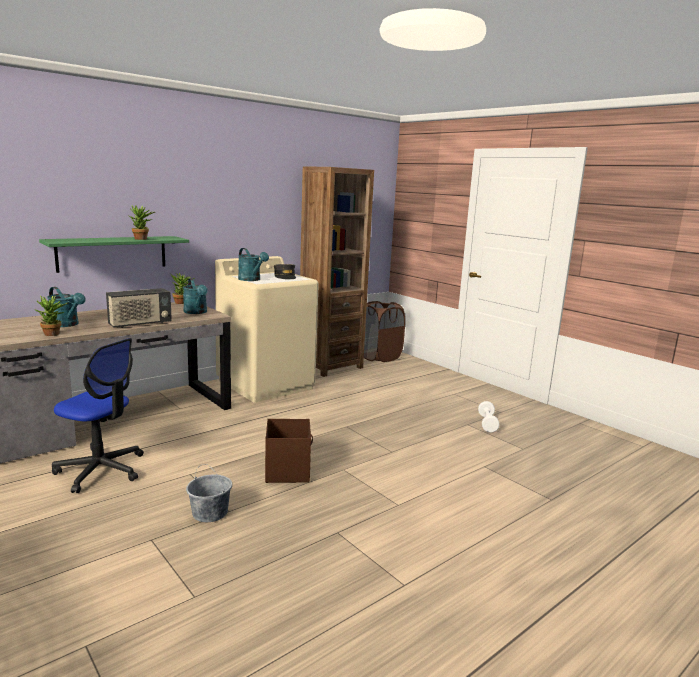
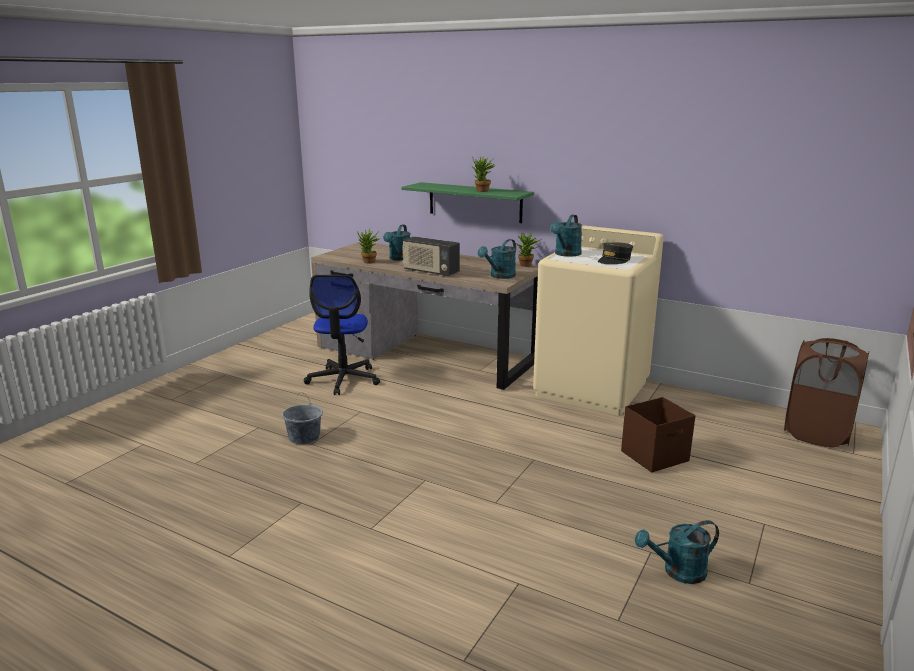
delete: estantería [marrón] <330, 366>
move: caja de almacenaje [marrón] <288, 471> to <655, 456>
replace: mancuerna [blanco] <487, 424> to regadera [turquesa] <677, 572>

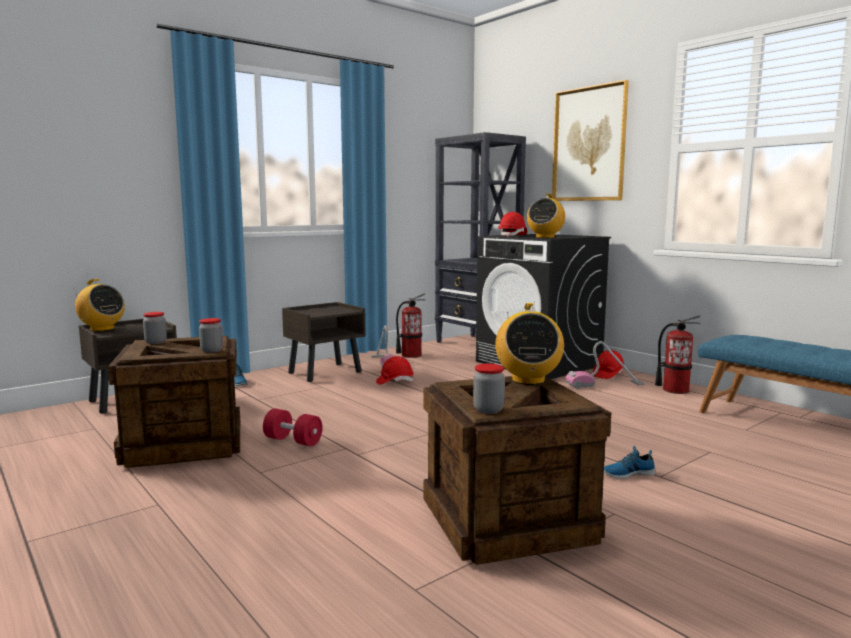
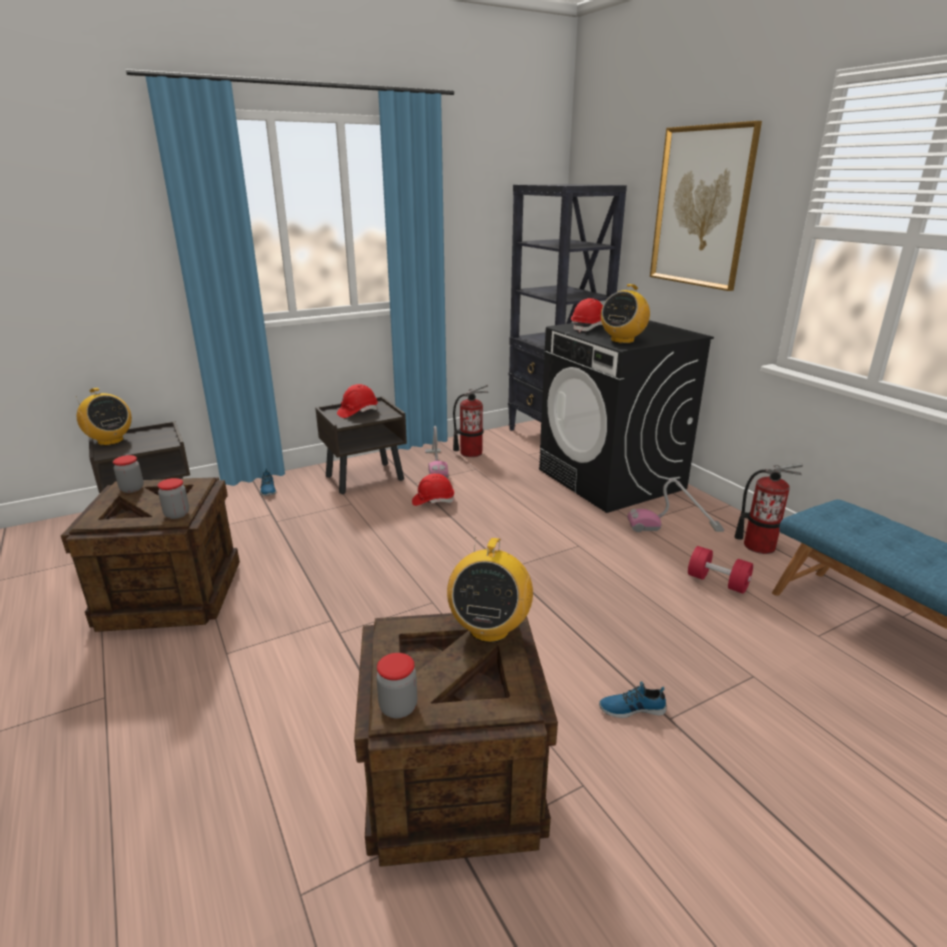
move: mancuerna [rojo] <293, 441> to <717, 582>; casco [rojo] <608, 374> to <358, 412>

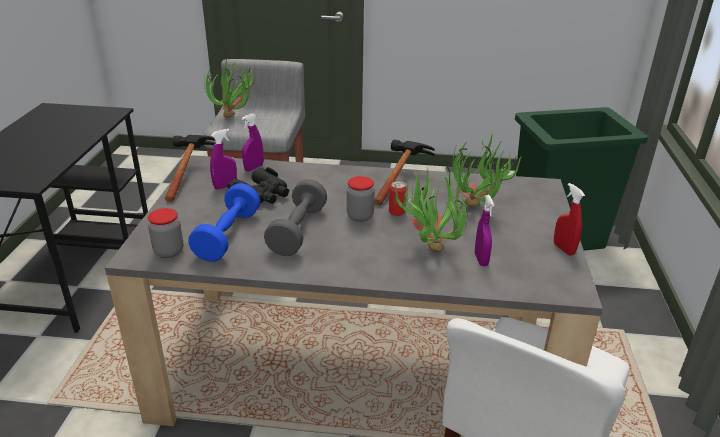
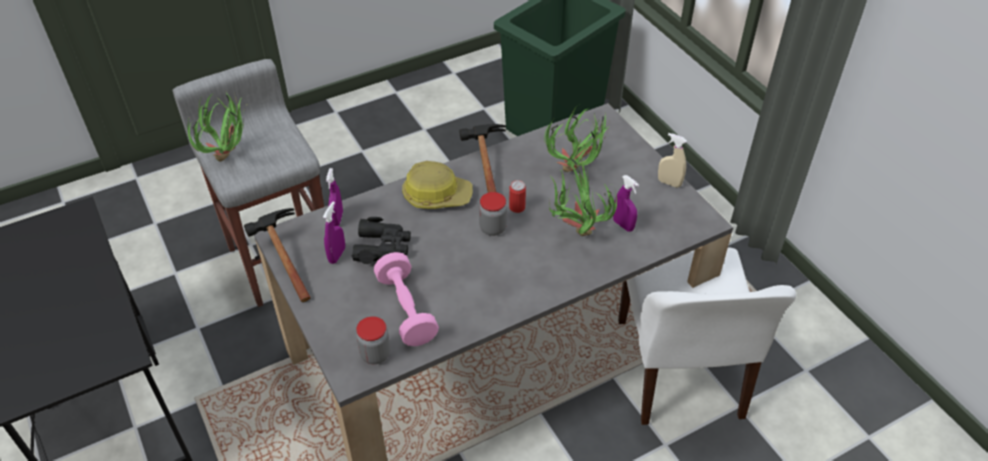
delete: mancuerna [gris] <297, 231>
insert: casco <436, 195>
recolor: mancuerna [azul] <228, 236> to mancuerna [rosa] <406, 309>; pulverizador [rojo] <563, 249> to pulverizador [beis] <669, 183>

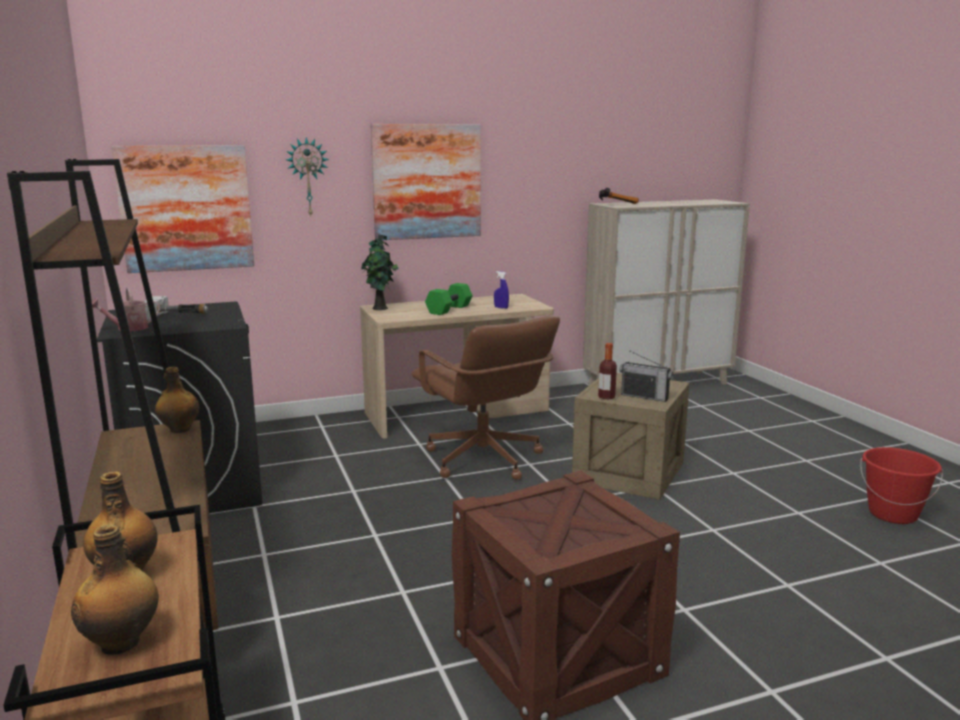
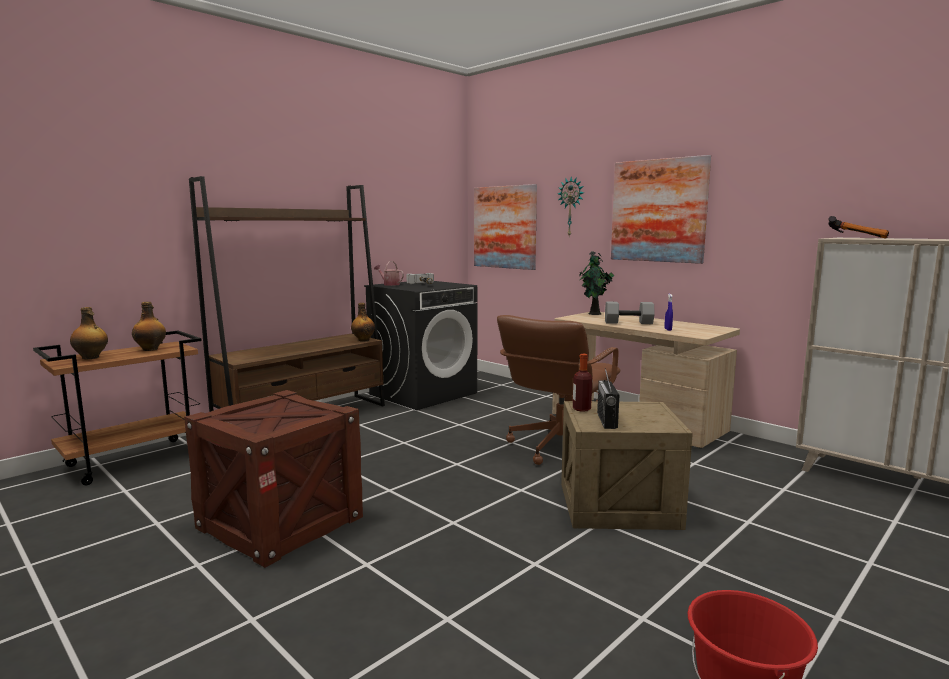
recolor: mancuerna [verde] <448, 309> to mancuerna [gris] <629, 322>

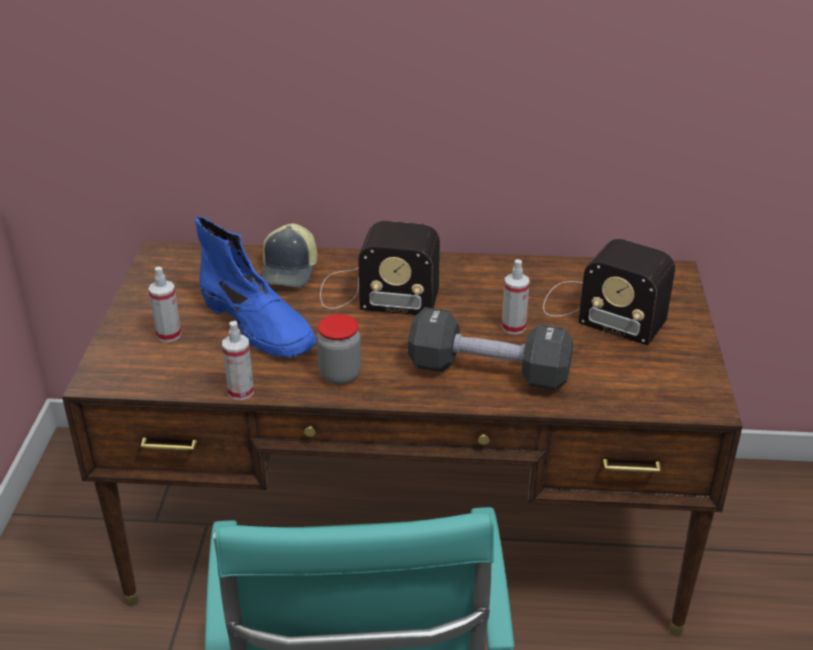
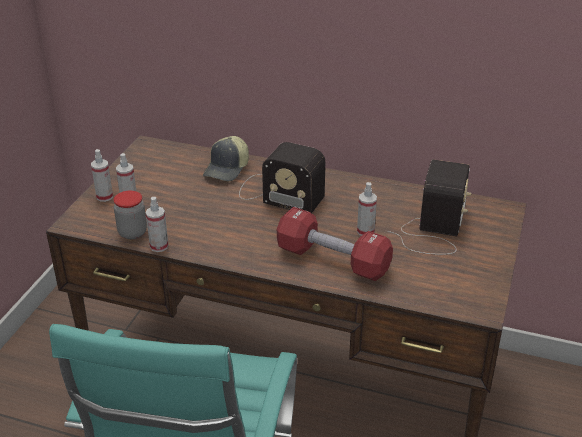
delete: bota [azul] <259, 325>
insert: pulverizador <104, 197>
move: tarro <340, 375> to <132, 233>
recolor: mancuerna [negro] <488, 372> to mancuerna [rojo] <333, 260>
rotate: radio <599, 310> = <434, 229> 120 degrees counterclockwise

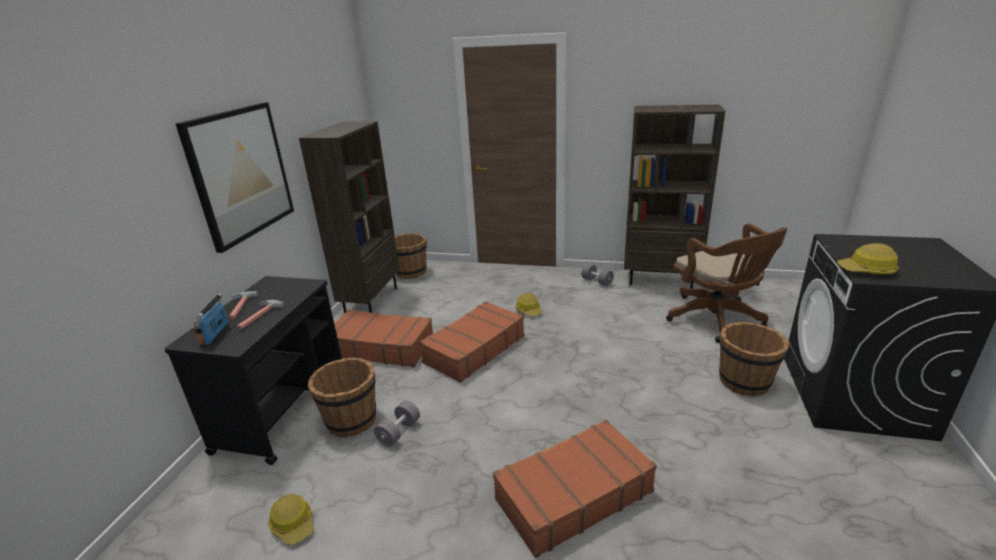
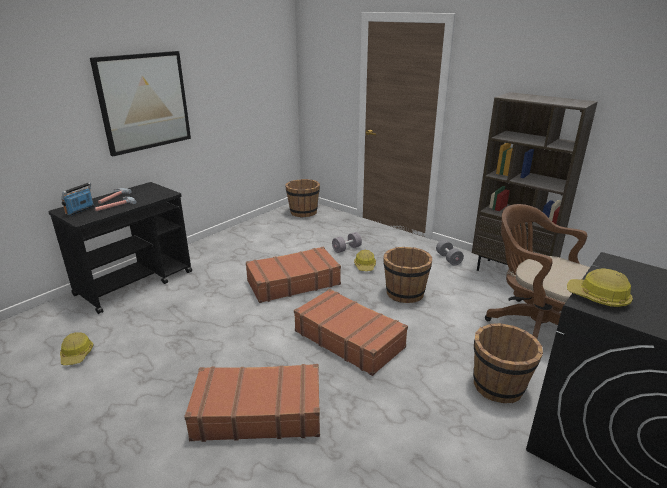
delete: estantería [marrón] <371, 301>
move: cubo [marrón] <351, 420> to <404, 293>; maleta [marrón] <381, 347> to <349, 339>; mancuerna [gris] <399, 432> to <346, 249>
rotate: silla de oficina [marrón] <717, 320> = <532, 325> 135 degrees clockwise

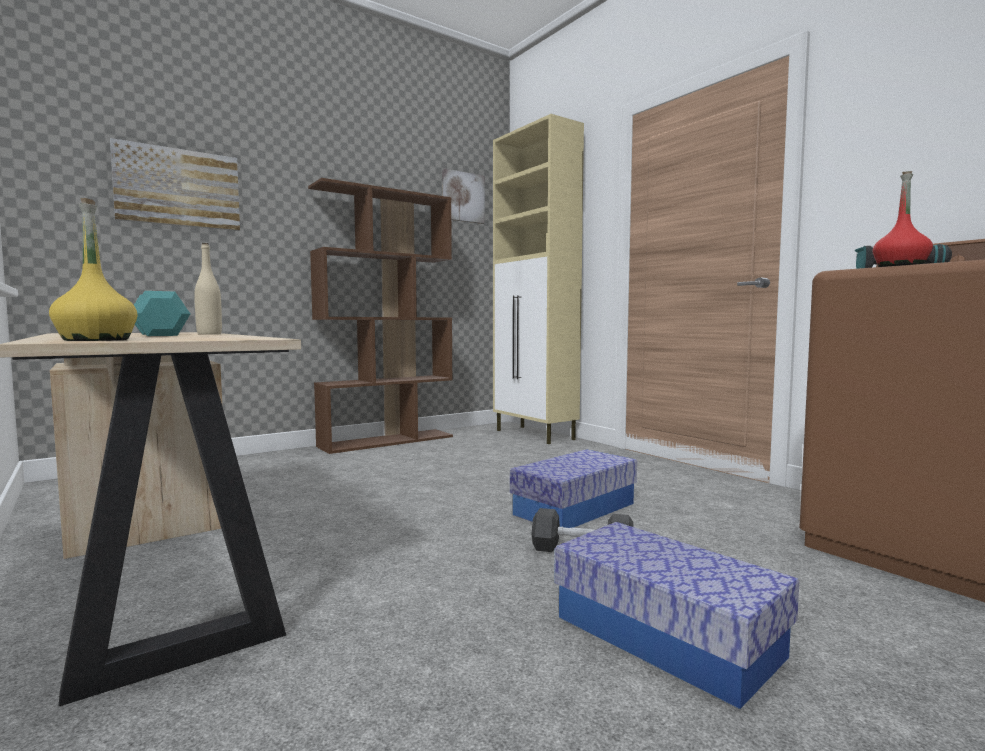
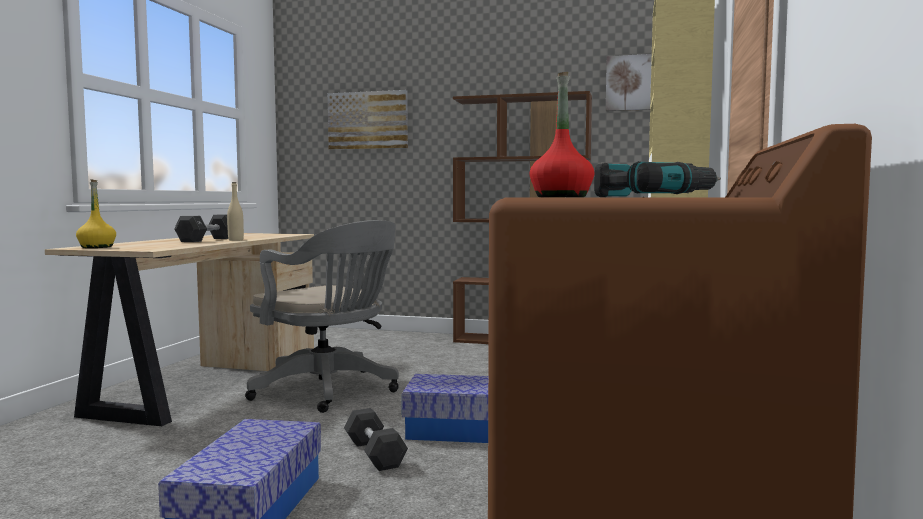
insert: silla de oficina [gris] <329, 391>
recolor: mancuerna [turquesa] <158, 335> to mancuerna [negro] <207, 240>

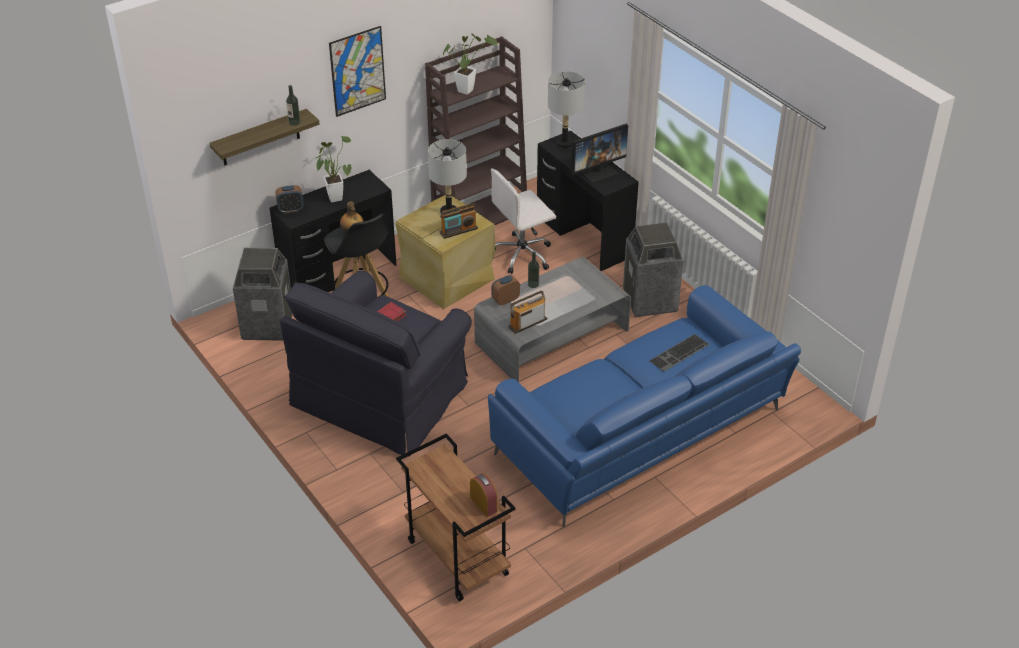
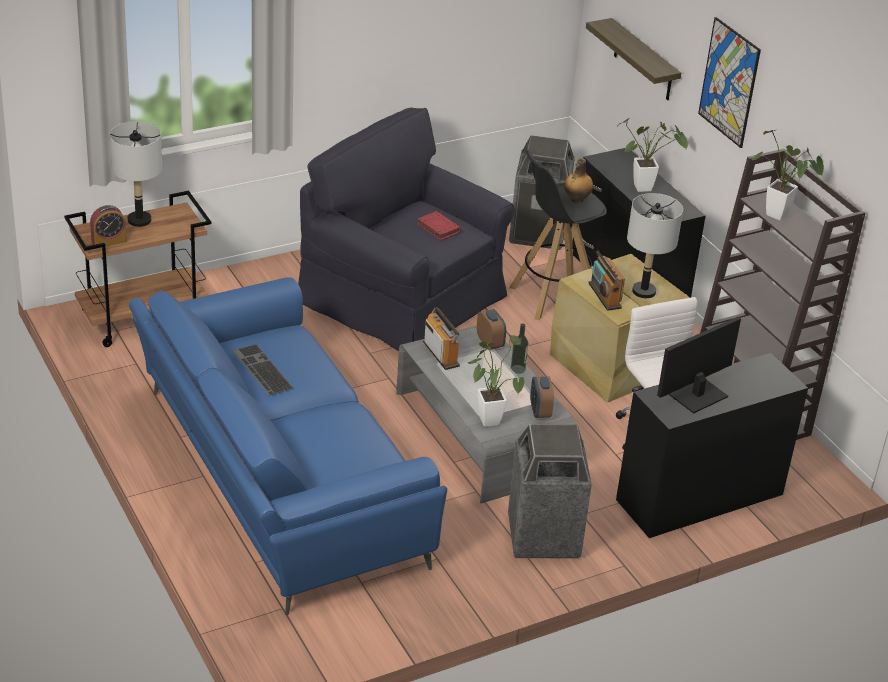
delete: botella <294, 122>
insert: planta en maceta <488, 417>
move: despertador <290, 209> to <540, 411>; lámpara de mesa [gris] <564, 143> to <139, 220>; teclado <679, 353> to <260, 369>
rotate: monitor <597, 171> = <696, 395> 75 degrees clockwise

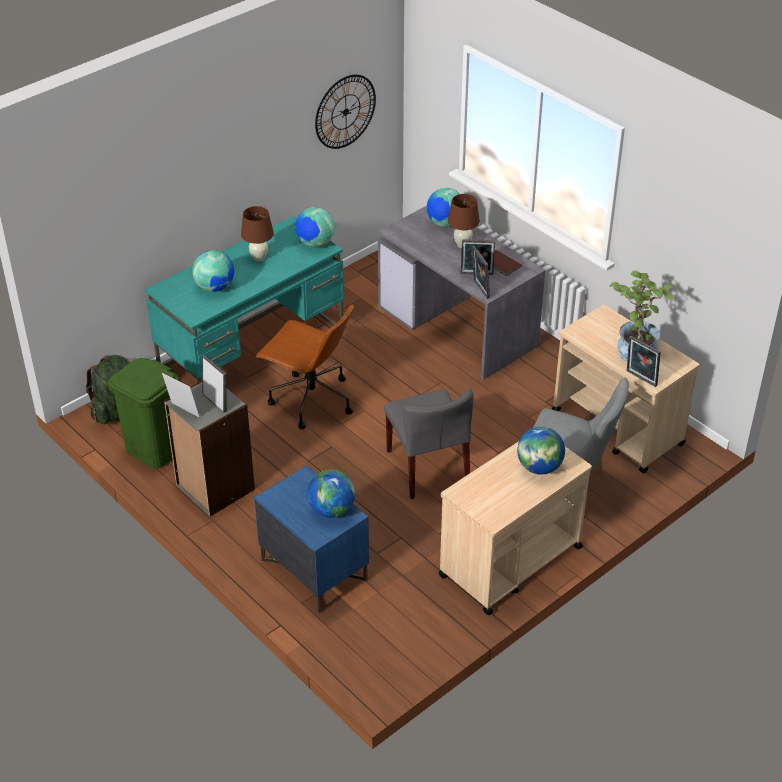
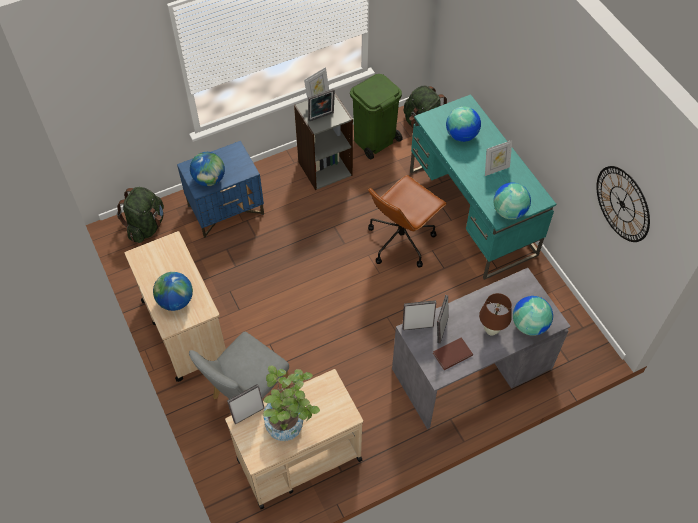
delete: silla [gris] <428, 467>
insert: mochila [verde] <146, 226>
replace: lámpara de mesa [marrón] <259, 258> to portarretratos <495, 169>

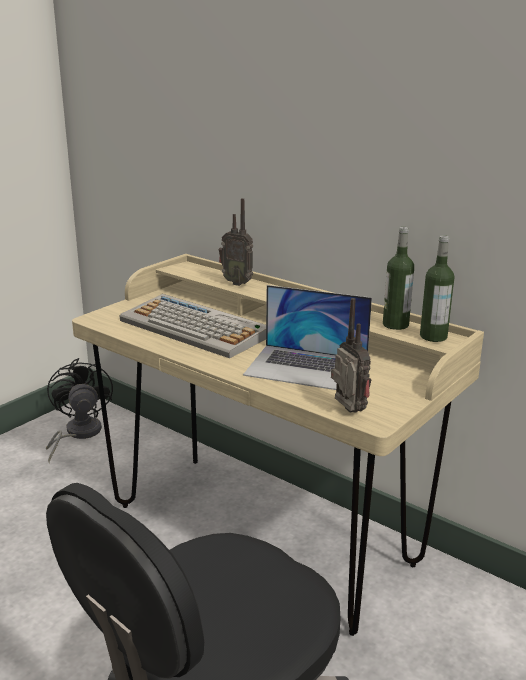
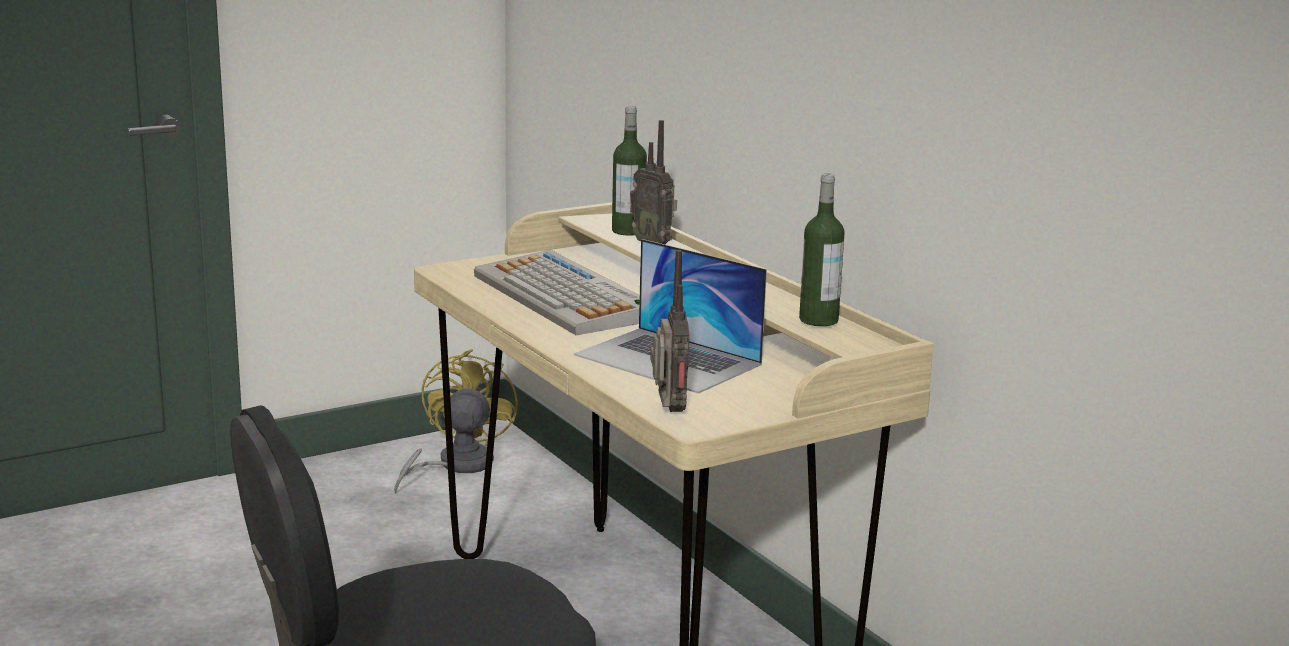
move: botella <433, 336> to <628, 231>
recolor: ventilador [negro] <78, 434> to ventilador [amarillo] <455, 466>

